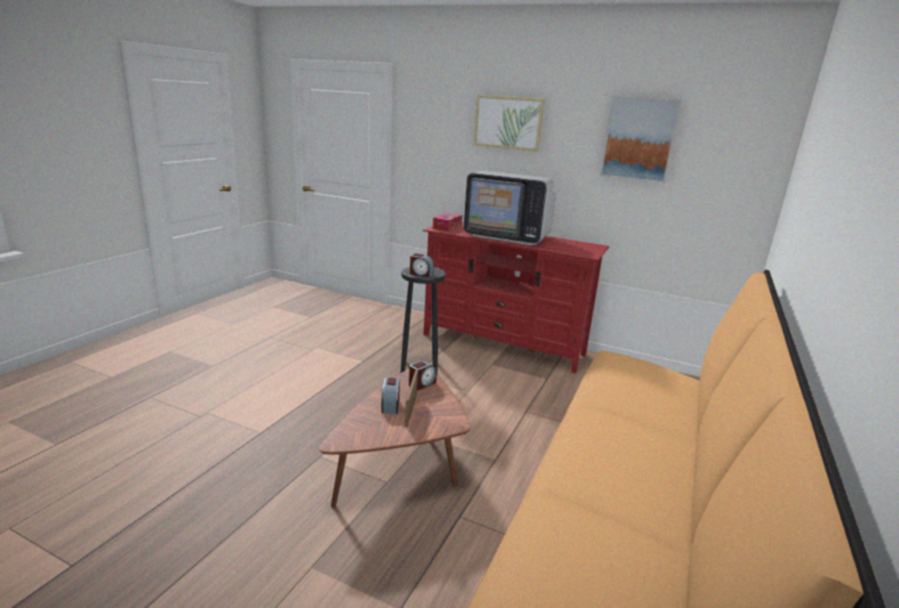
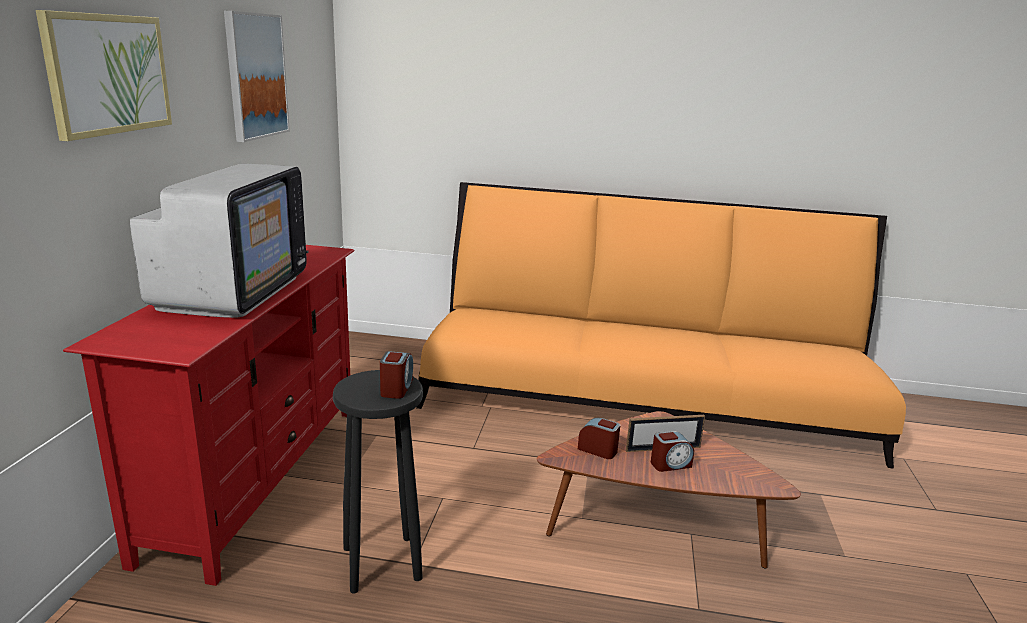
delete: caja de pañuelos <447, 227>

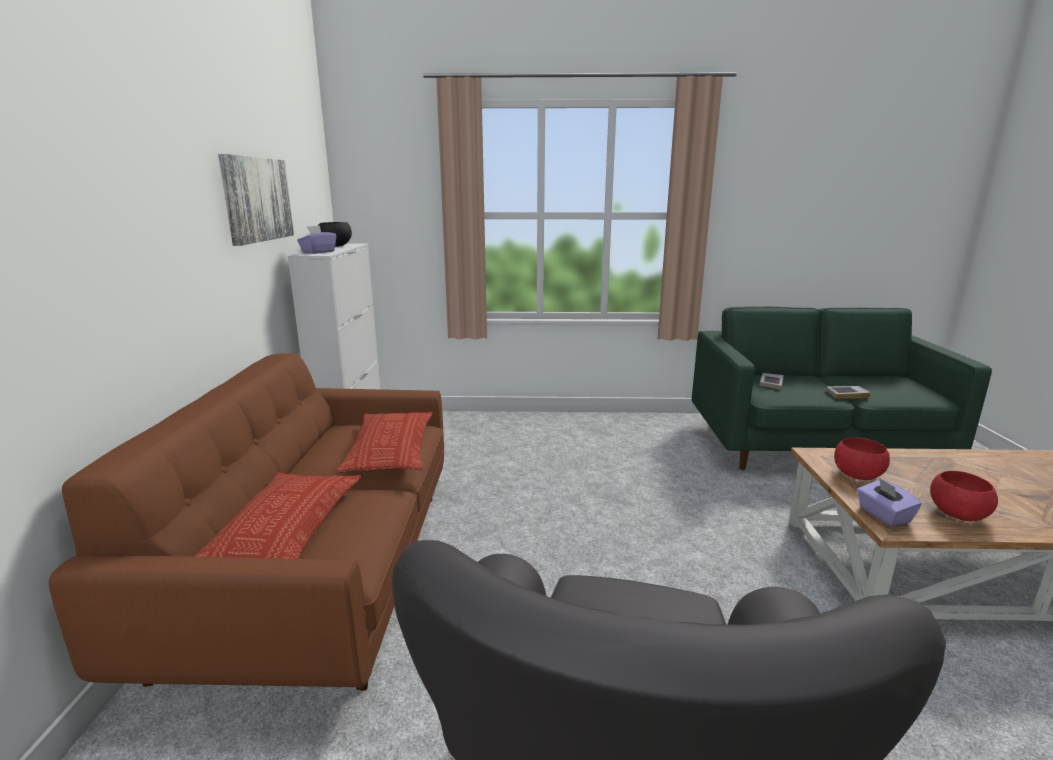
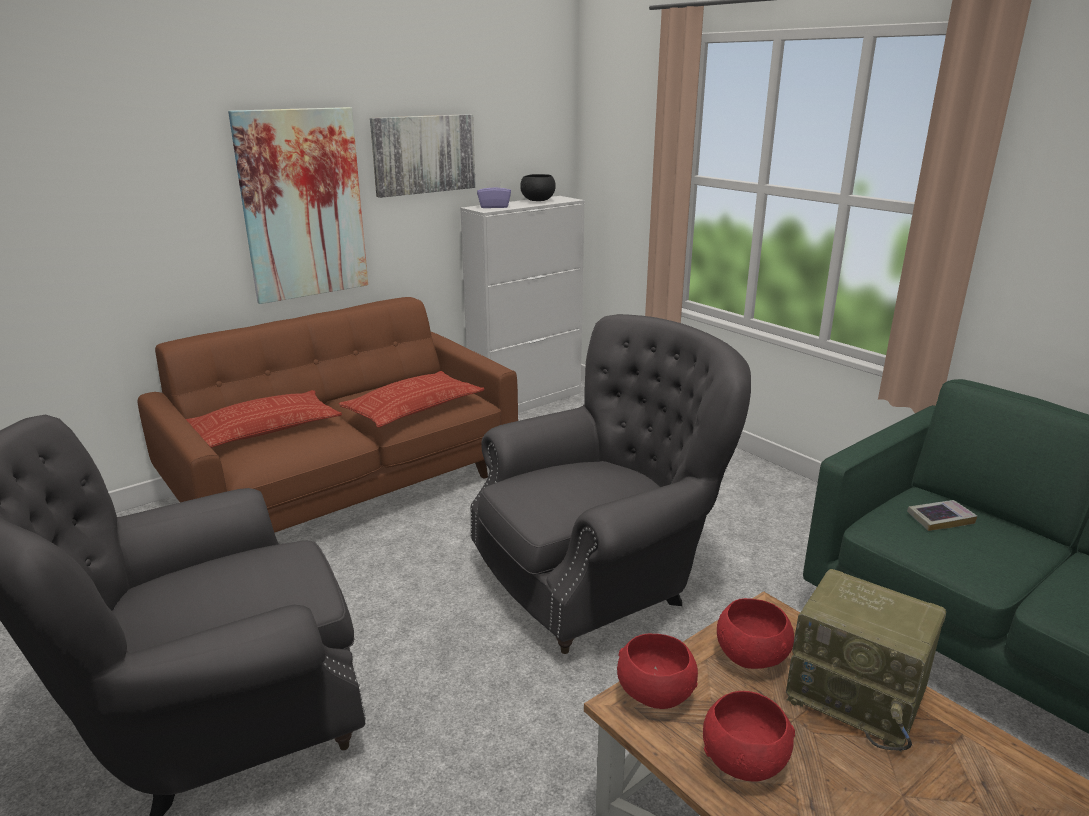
delete: libro <846, 395>
insert: cuadro <303, 205>; sillón [gris] <600, 578>; radio <858, 698>
replace: caja de pañuelos [morado] <883, 515> to cuenco [rojo] <654, 695>

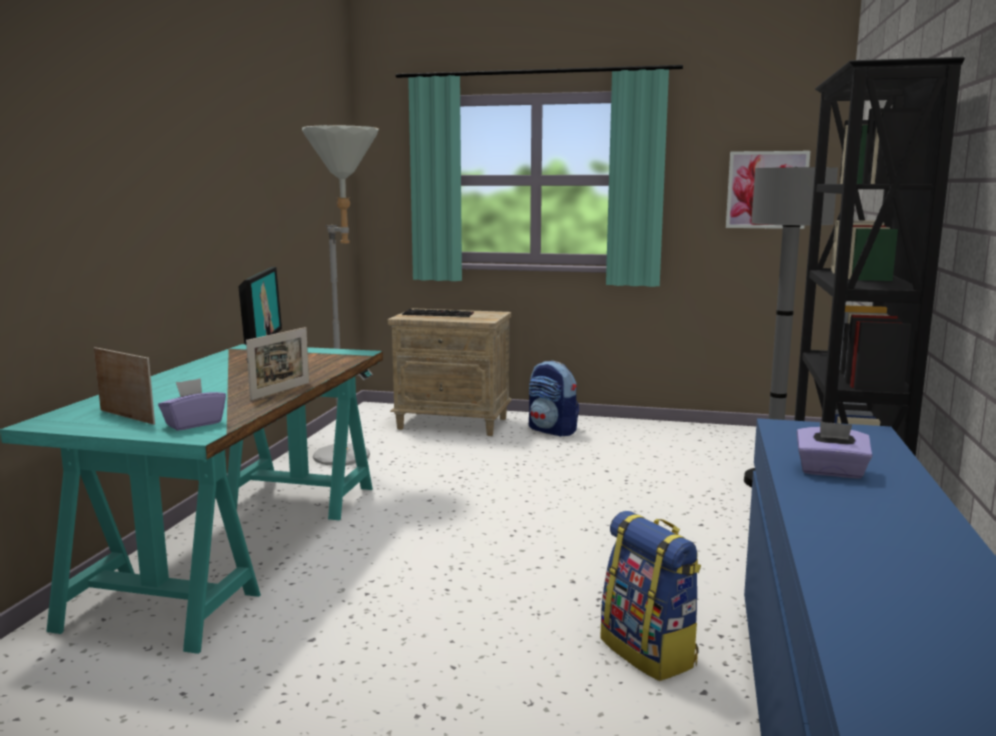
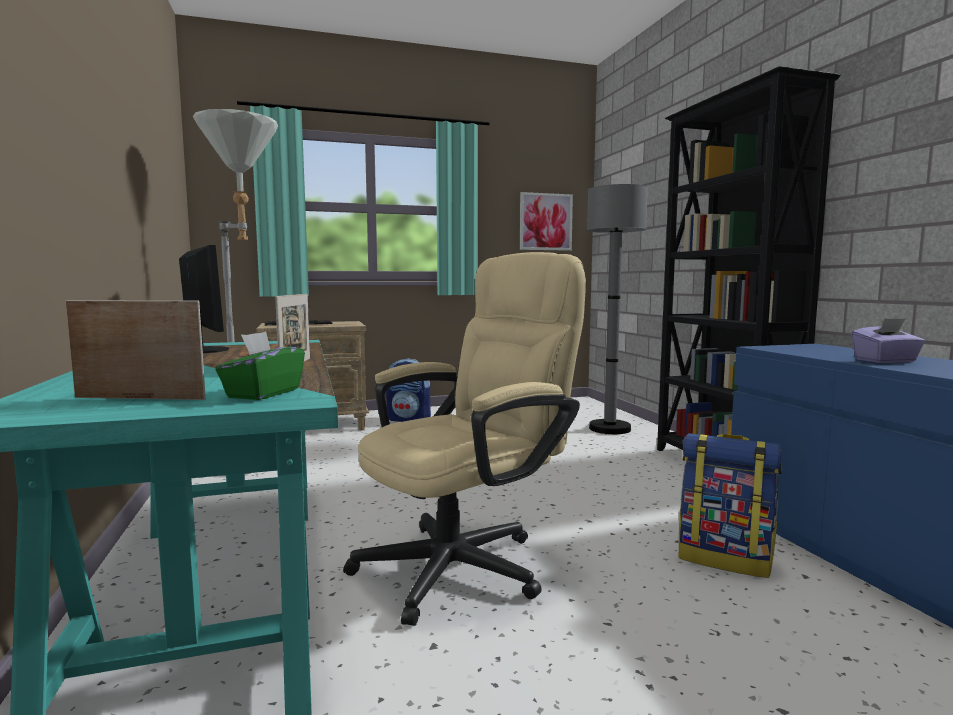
insert: silla de oficina [beis] <467, 563>
recolor: caja de pañuelos [morado] <193, 424> to caja de pañuelos [verde] <263, 393>

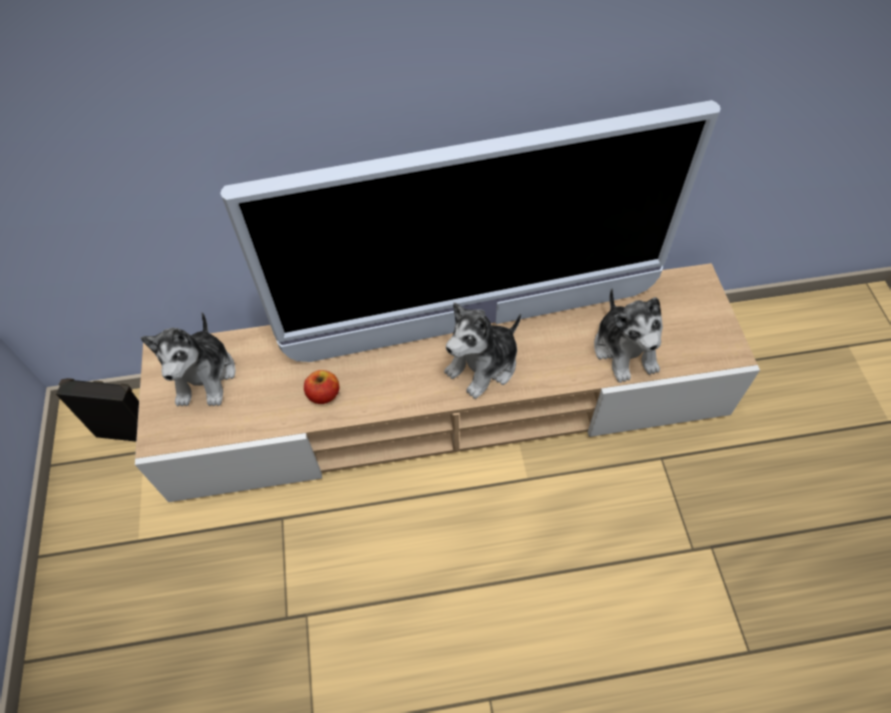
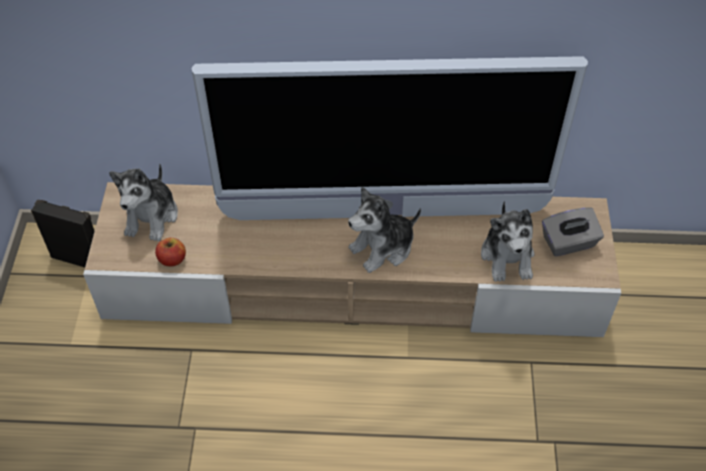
insert: caja de pañuelos [gris] <568, 243>
move: manzana <323, 394> to <172, 259>

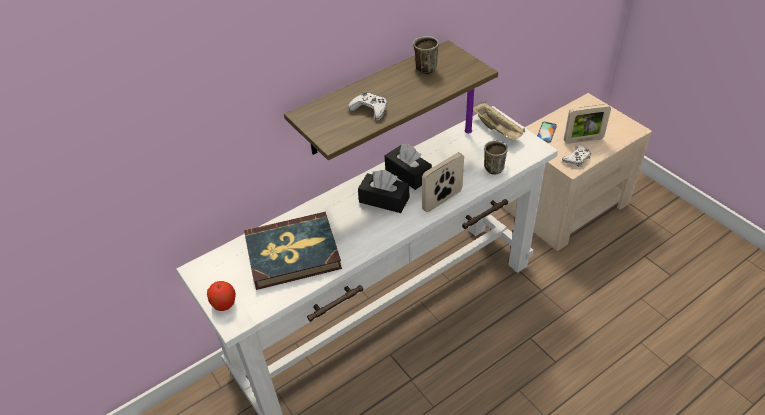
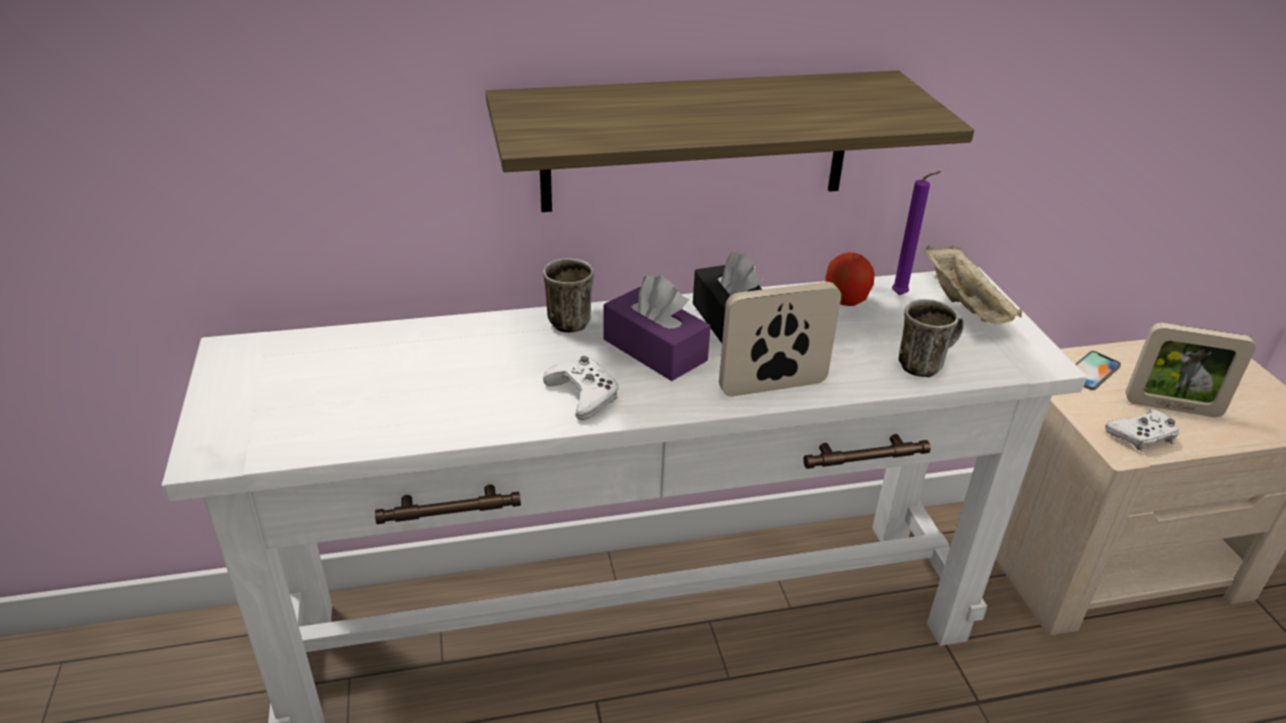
delete: libro <293, 253>
move: manzana <224, 304> to <845, 300>; mando de consola [blanco] <370, 109> to <583, 395>; taza grande <425, 67> to <571, 319>
recolor: caja de pañuelos [negro] <384, 200> to caja de pañuelos [morado] <654, 350>

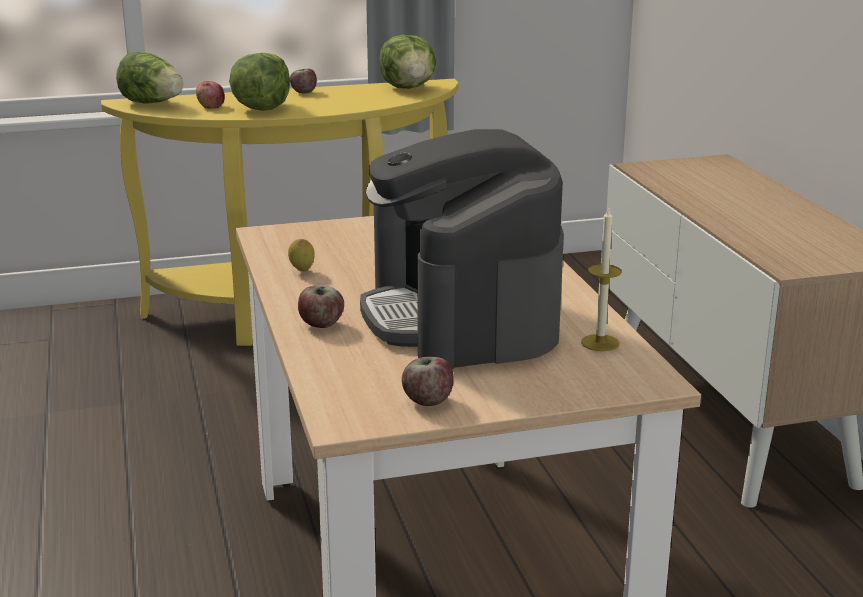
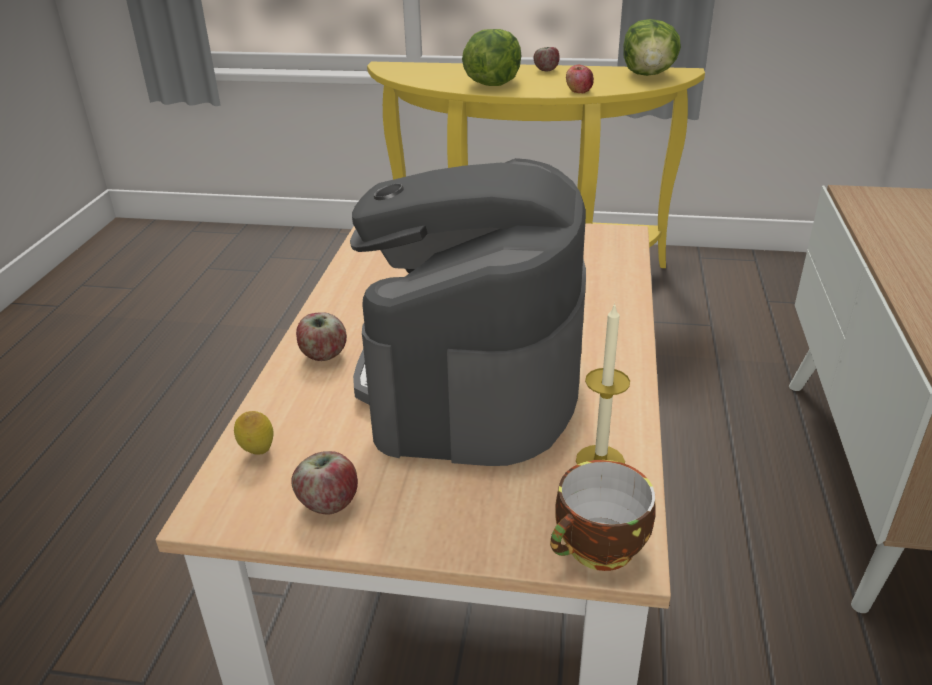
delete: lechuga <153, 103>
insert: taza <599, 550>
move: manzana <211, 106> to <578, 90>; limón <302, 271> to <258, 453>

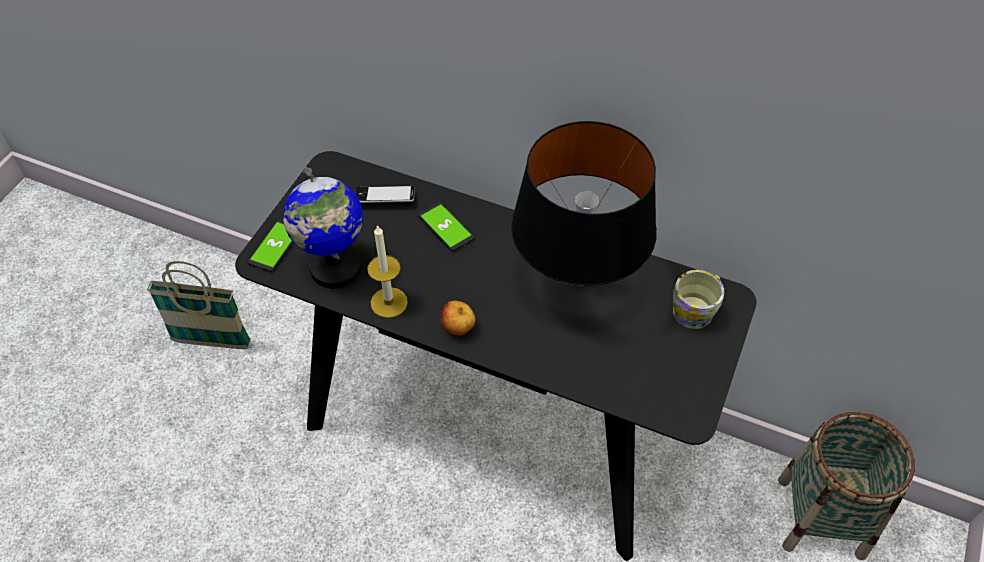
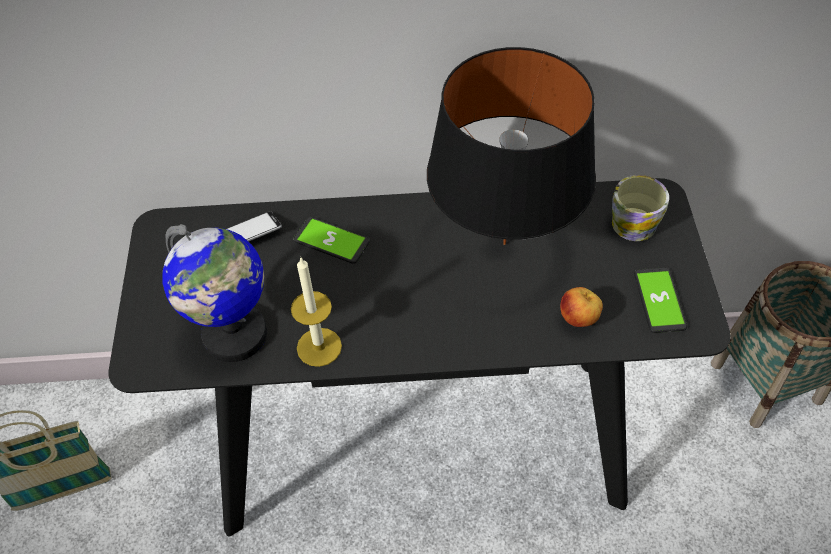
move: móvil <275, 246> to <659, 300>; manzana <458, 328> to <579, 319>

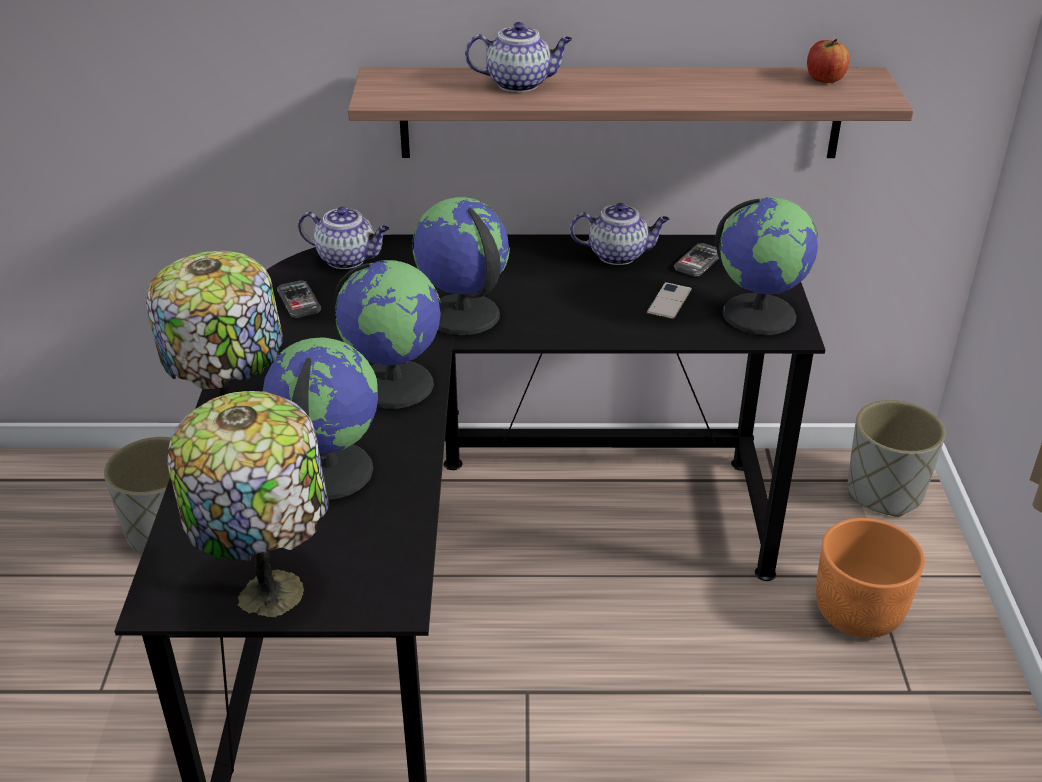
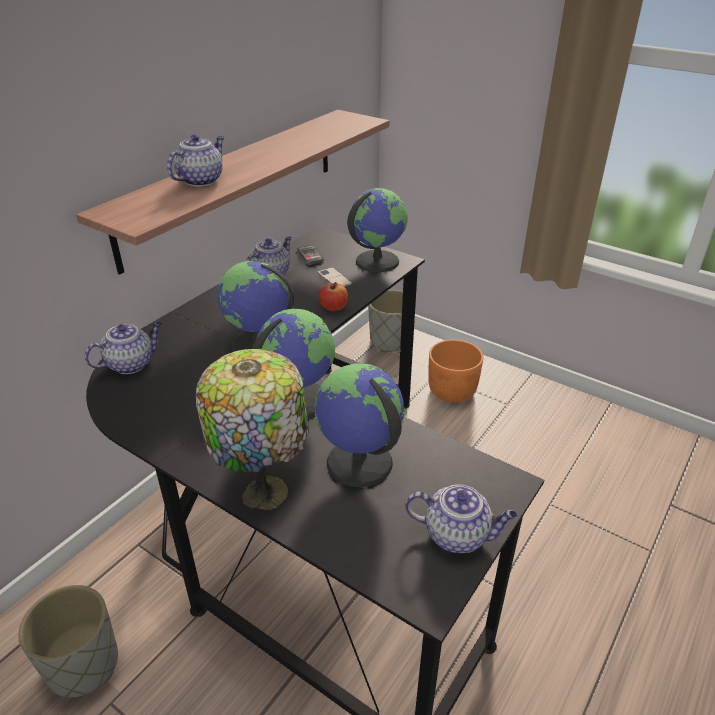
delete: móvil <299, 301>
move: manzana <824, 79> to <333, 307>
replace: lámpara de mesa <271, 588> to tetera <458, 535>

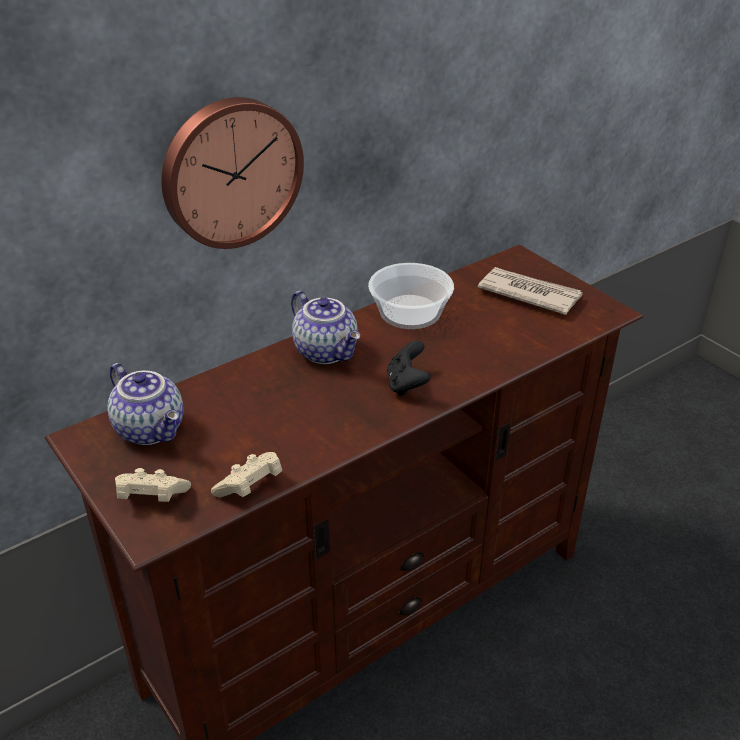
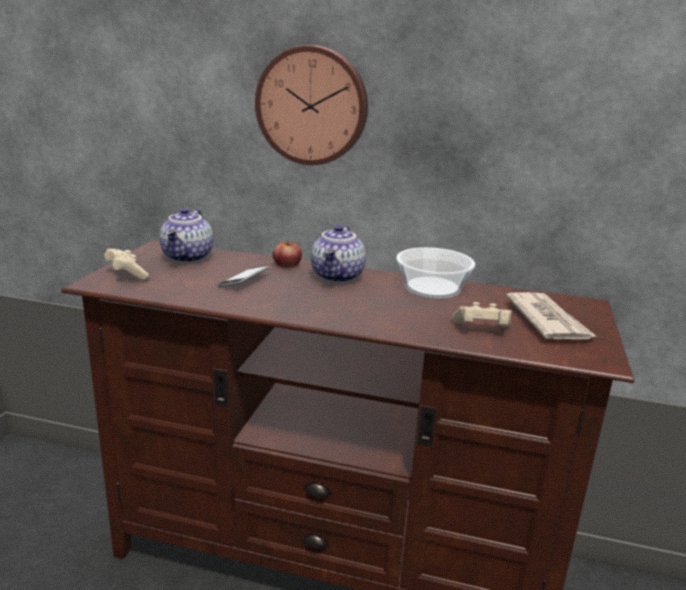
delete: mando de consola [negro] <407, 384>
insert: móvil <244, 281>; manzana <287, 264>
move: mando de consola [beis] <250, 487> to <481, 329>

